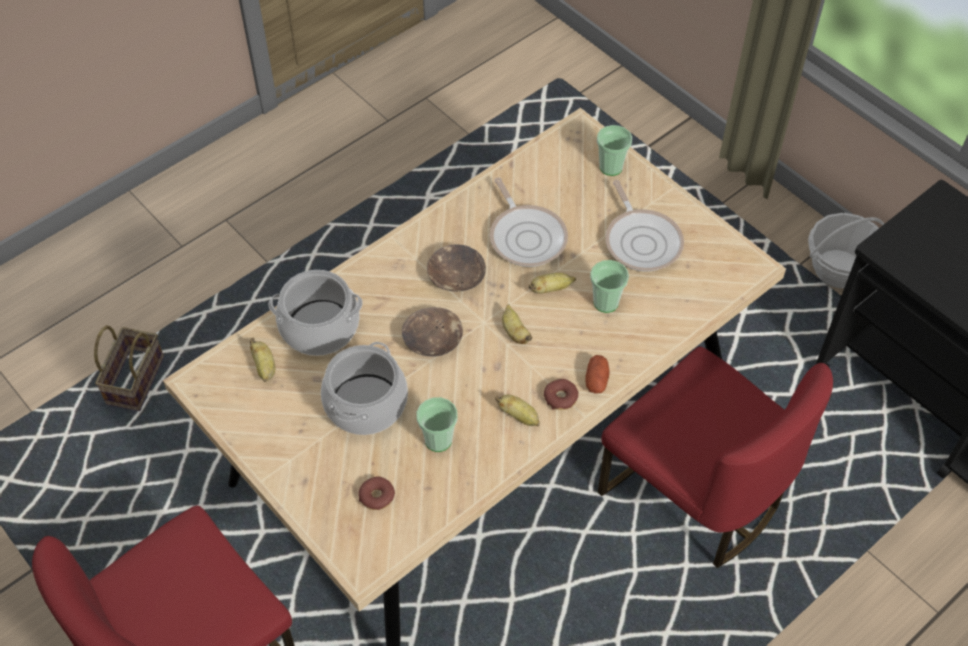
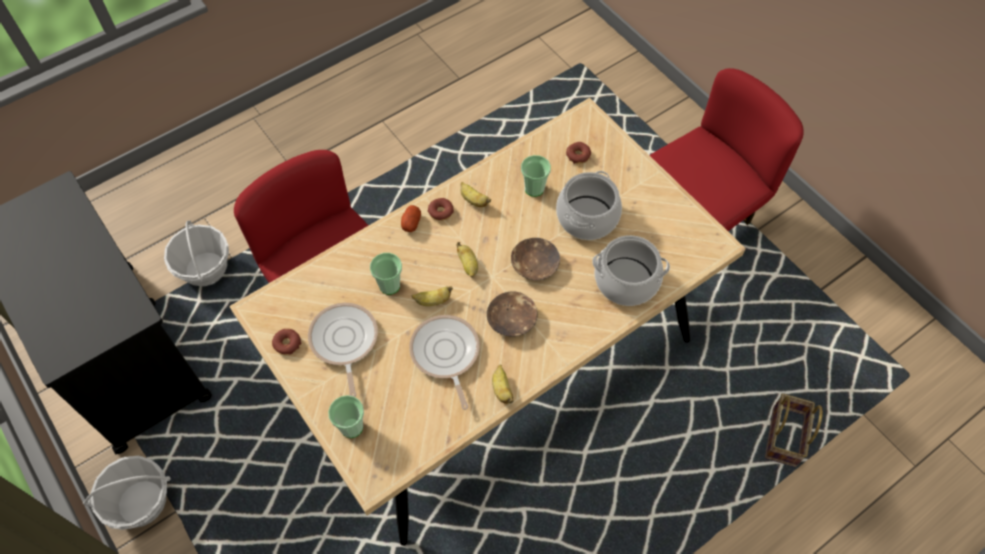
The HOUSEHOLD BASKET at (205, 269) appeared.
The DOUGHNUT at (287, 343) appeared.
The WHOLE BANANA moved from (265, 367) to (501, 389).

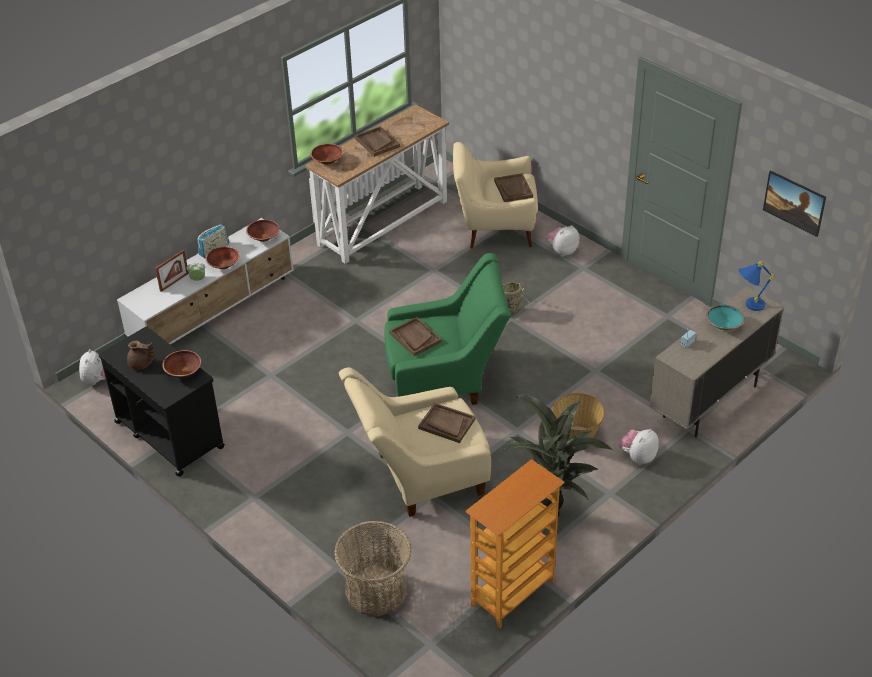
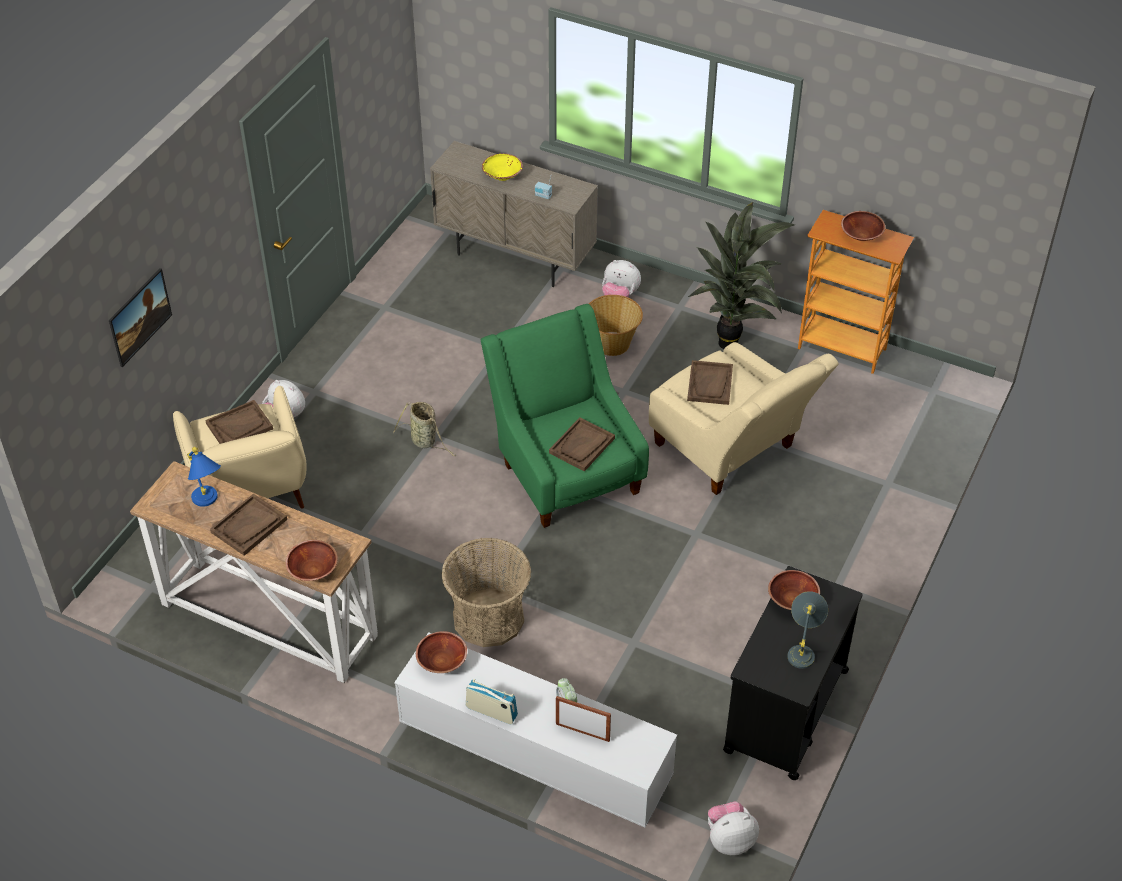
The PICTURE moved from (792, 212) to (143, 328).
The BLUISH LAMP FOR A TABLE moved from (748, 305) to (208, 503).
The HOUSEHOLD BASKET moved from (376, 591) to (488, 618).
The BLUE-GREEN BOWL at (723, 325) became the YELLOWISH BOWL at (502, 175).
The BROWN-COLOURED TEAPOT at (141, 364) was replaced by the GREY LAMP FOR A TABLE at (803, 649).
The BROWN-COLOURED BOWL moved from (224, 265) to (861, 235).

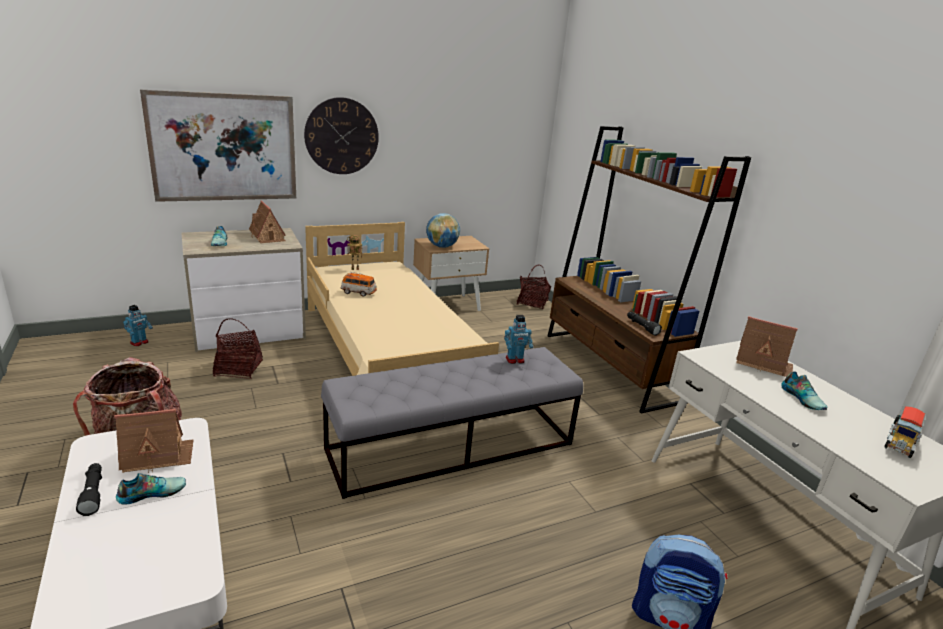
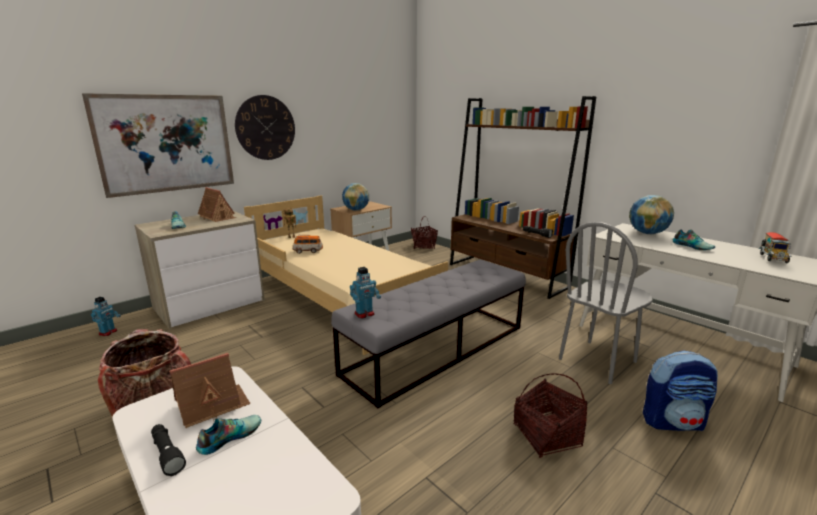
The TOY ROBOT moved from (515, 360) to (364, 314).
The HOUSEHOLD BASKET moved from (238, 368) to (546, 435).
The GREY UPRIGHT CHAIR at (598, 361) appeared.
The MODEL HOUSE at (763, 363) was replaced by the WORLD GLOBE at (647, 233).

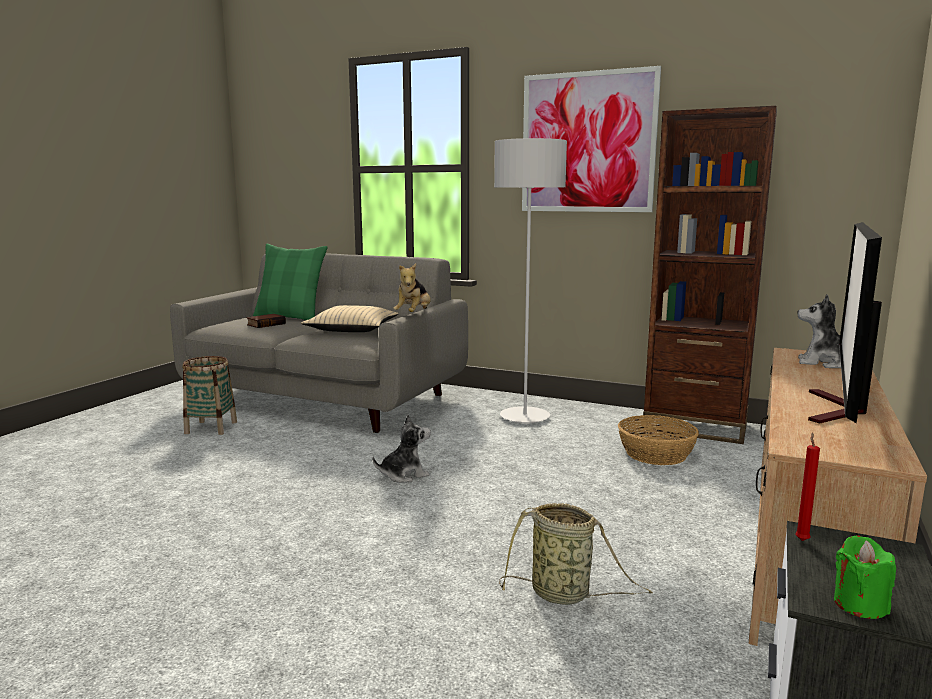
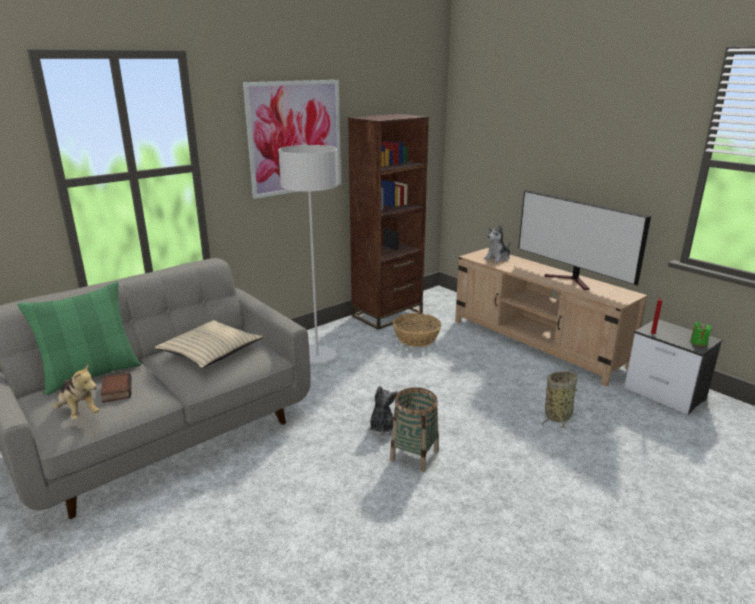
The PLUSH TOY moved from (414, 314) to (79, 412).
The HOUSEHOLD BASKET moved from (211, 428) to (414, 455).

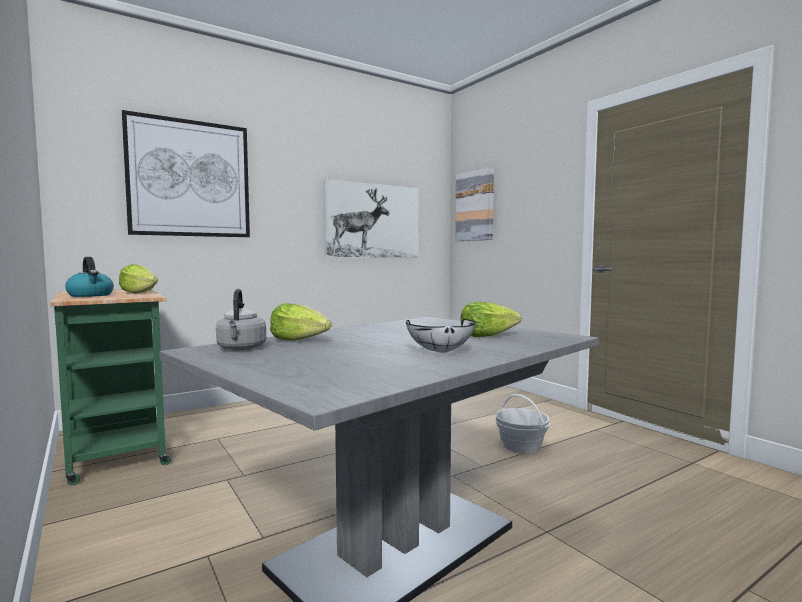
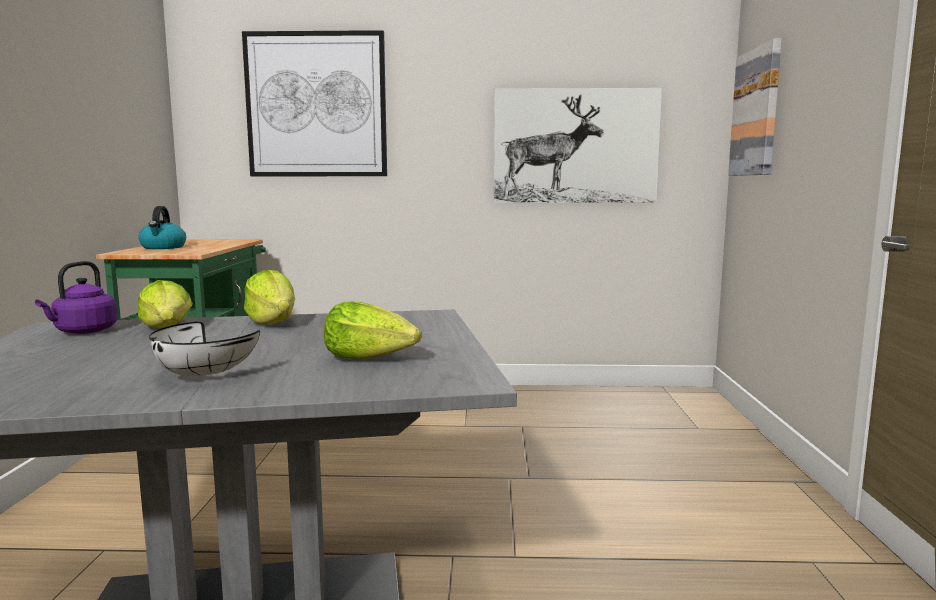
The GREY WATER KETTLE at (241, 349) became the PURPLE WATER KETTLE at (83, 331).
The HEAD OF LETTUCE moved from (139, 293) to (272, 322).
The HOUSEHOLD BASKET at (521, 446) disappeared.

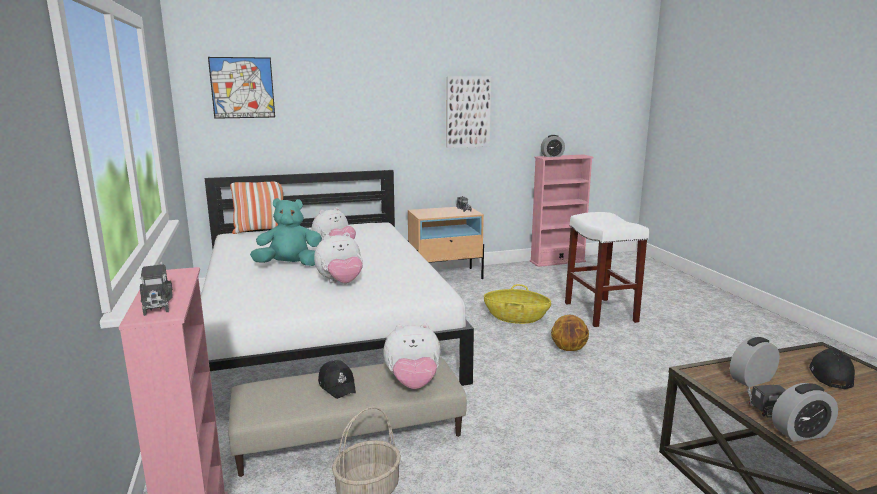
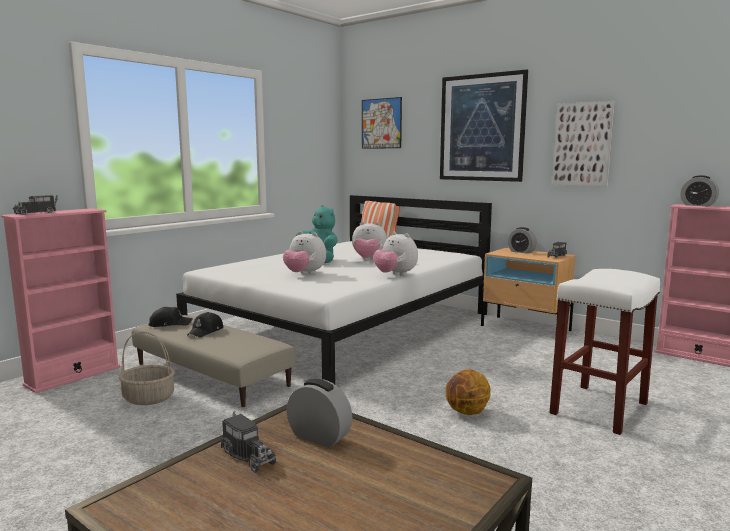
The BLACKISH CAP moved from (829, 375) to (170, 324).
The PLUSH TOY moved from (413, 383) to (395, 275).
The PICTURE at (481, 128) appeared.
The TABLE CLOCK moved from (800, 433) to (521, 252).
The HOUSEHOLD BASKET at (516, 317) disappeared.

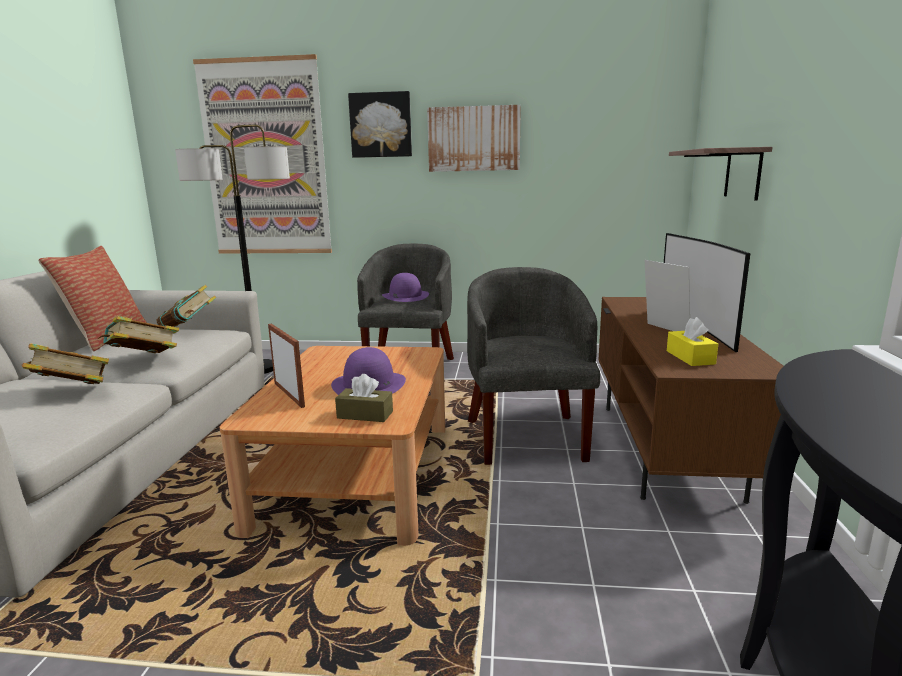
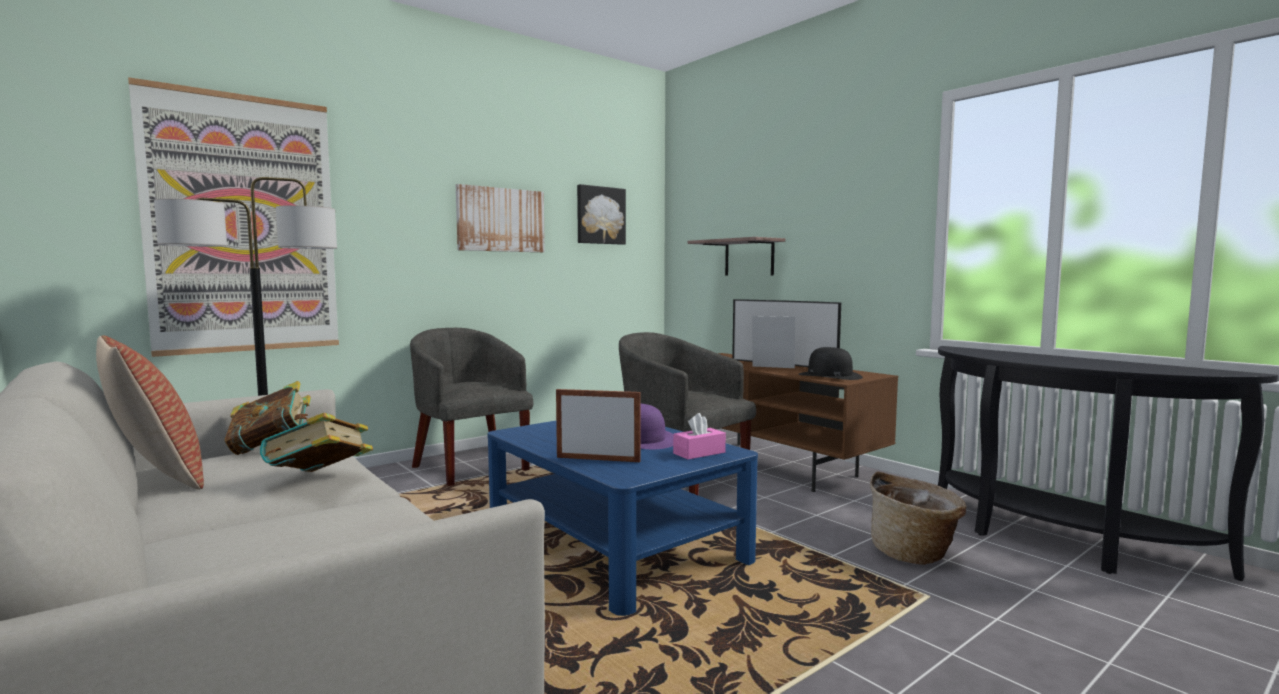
The BROWN-COLOURED LOUNGE TABLE at (356, 474) became the BLUISH LOUNGE TABLE at (614, 544).
The PICTURE moved from (381, 125) to (600, 215).
The BROWN-COLOURED TISSUE BOX at (365, 415) became the PINKISH TISSUE BOX at (699, 453).
The YELLOWISH TISSUE BOX at (690, 357) was replaced by the BLACKISH WEARABLE HAT at (829, 375).
The HOUSEHOLD BASKET at (914, 554) appeared.
The BOOK at (72, 393) disappeared.
The PURPLE WEARABLE HAT at (405, 296) disappeared.

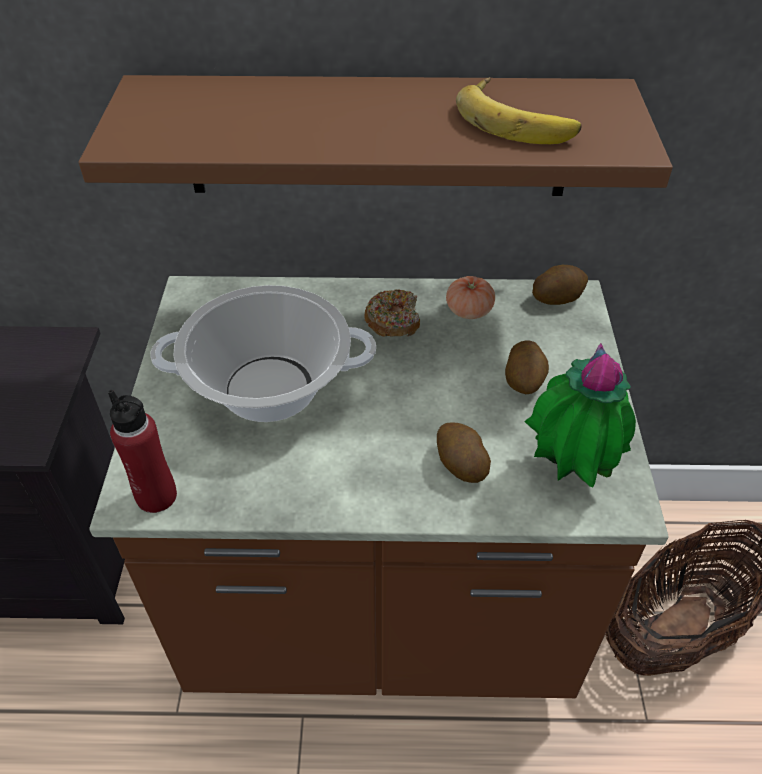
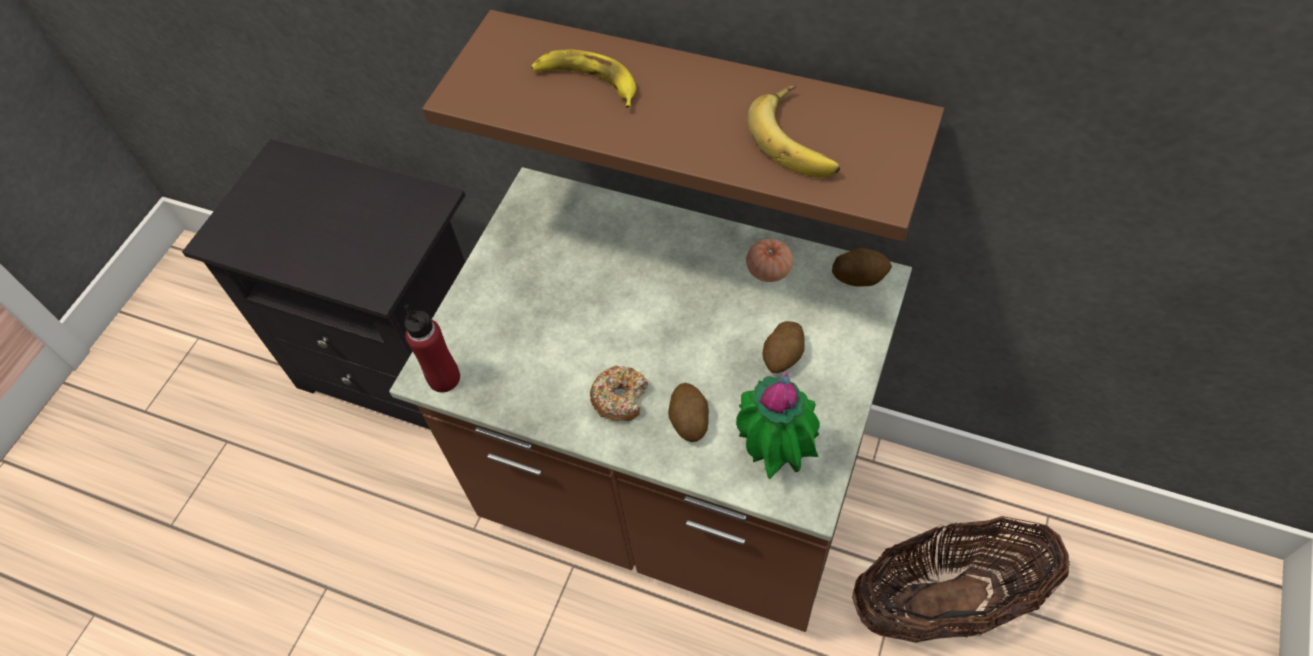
The WHOLE BANANA at (587, 82) appeared.
The DOUGHNUT moved from (393, 321) to (620, 398).
The COOKING POT at (269, 388) disappeared.

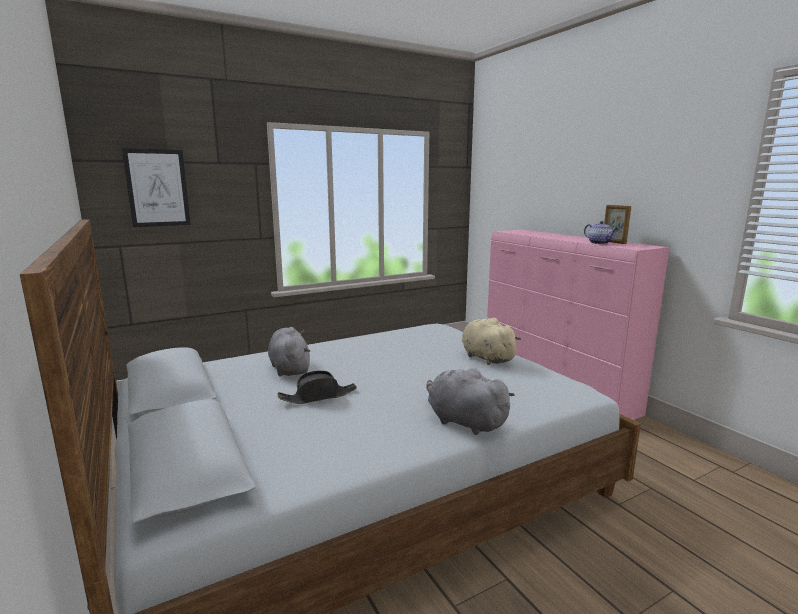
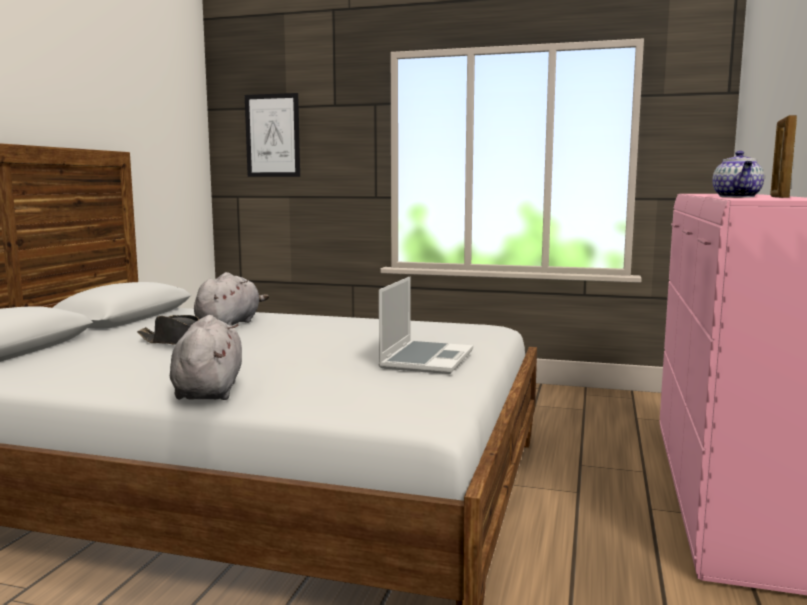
The BEIGE PLUSH TOY at (486, 357) was replaced by the LAPTOP at (426, 359).

